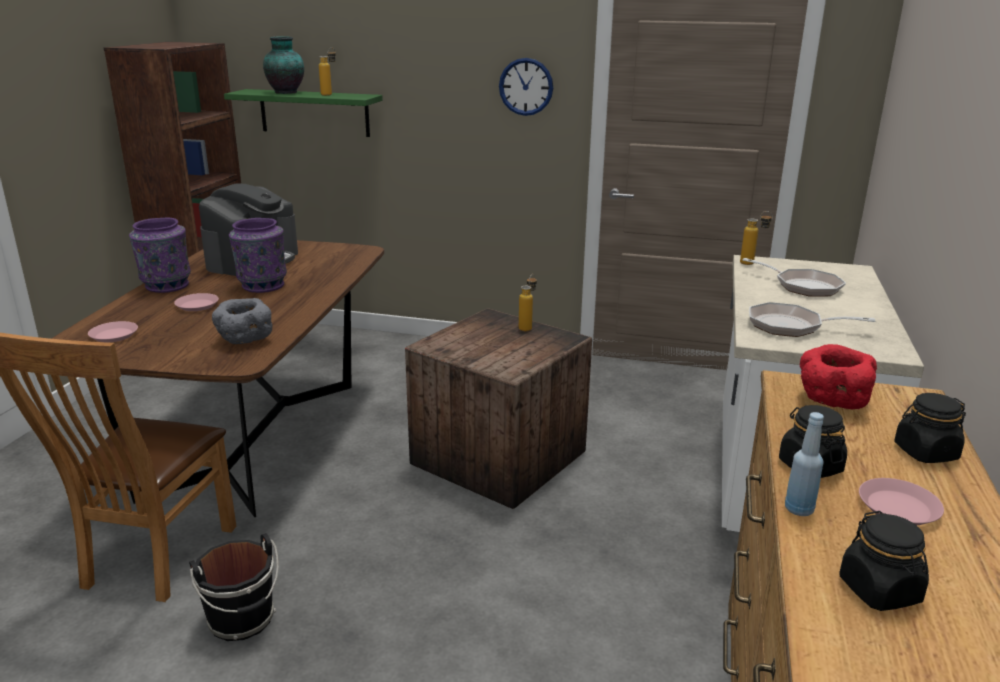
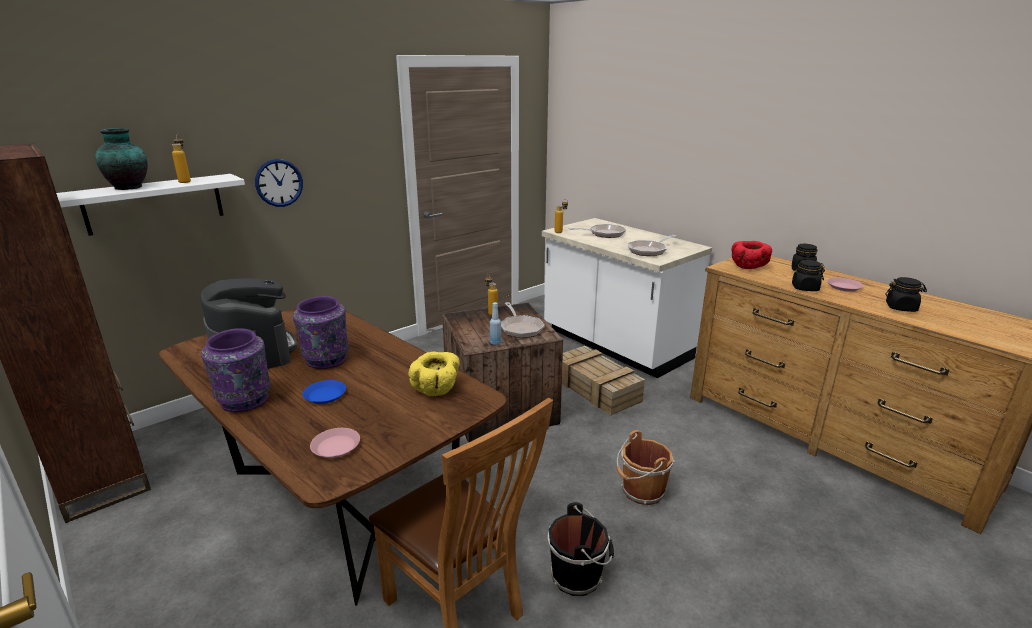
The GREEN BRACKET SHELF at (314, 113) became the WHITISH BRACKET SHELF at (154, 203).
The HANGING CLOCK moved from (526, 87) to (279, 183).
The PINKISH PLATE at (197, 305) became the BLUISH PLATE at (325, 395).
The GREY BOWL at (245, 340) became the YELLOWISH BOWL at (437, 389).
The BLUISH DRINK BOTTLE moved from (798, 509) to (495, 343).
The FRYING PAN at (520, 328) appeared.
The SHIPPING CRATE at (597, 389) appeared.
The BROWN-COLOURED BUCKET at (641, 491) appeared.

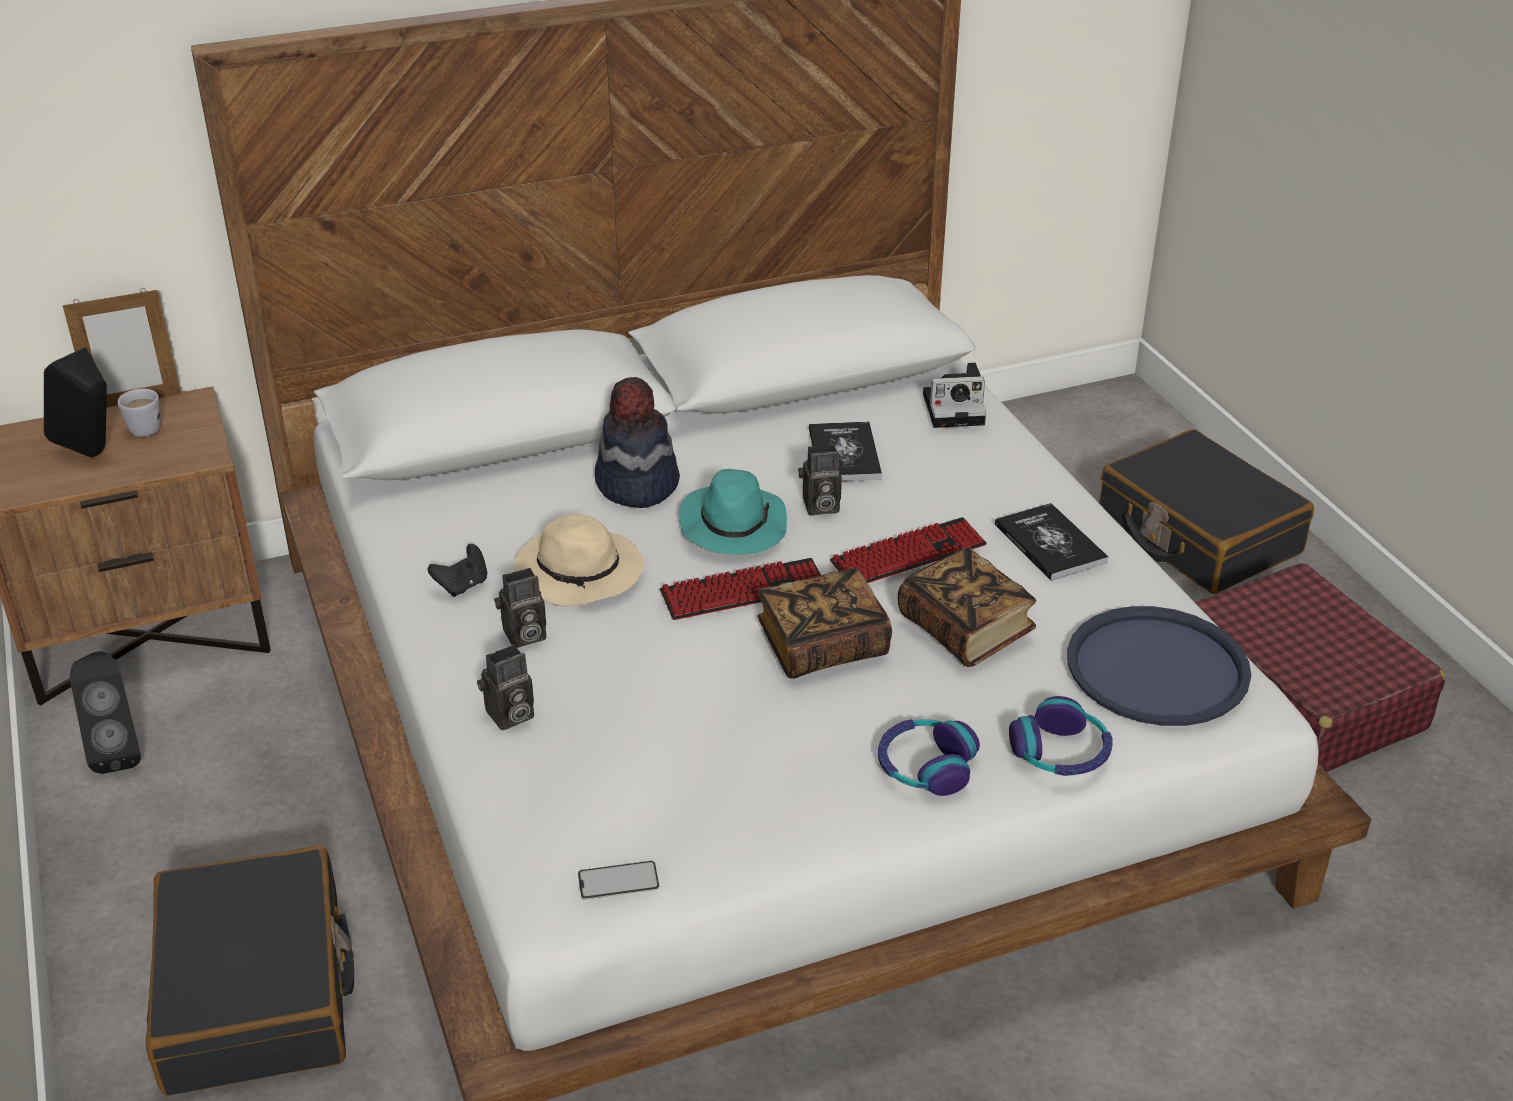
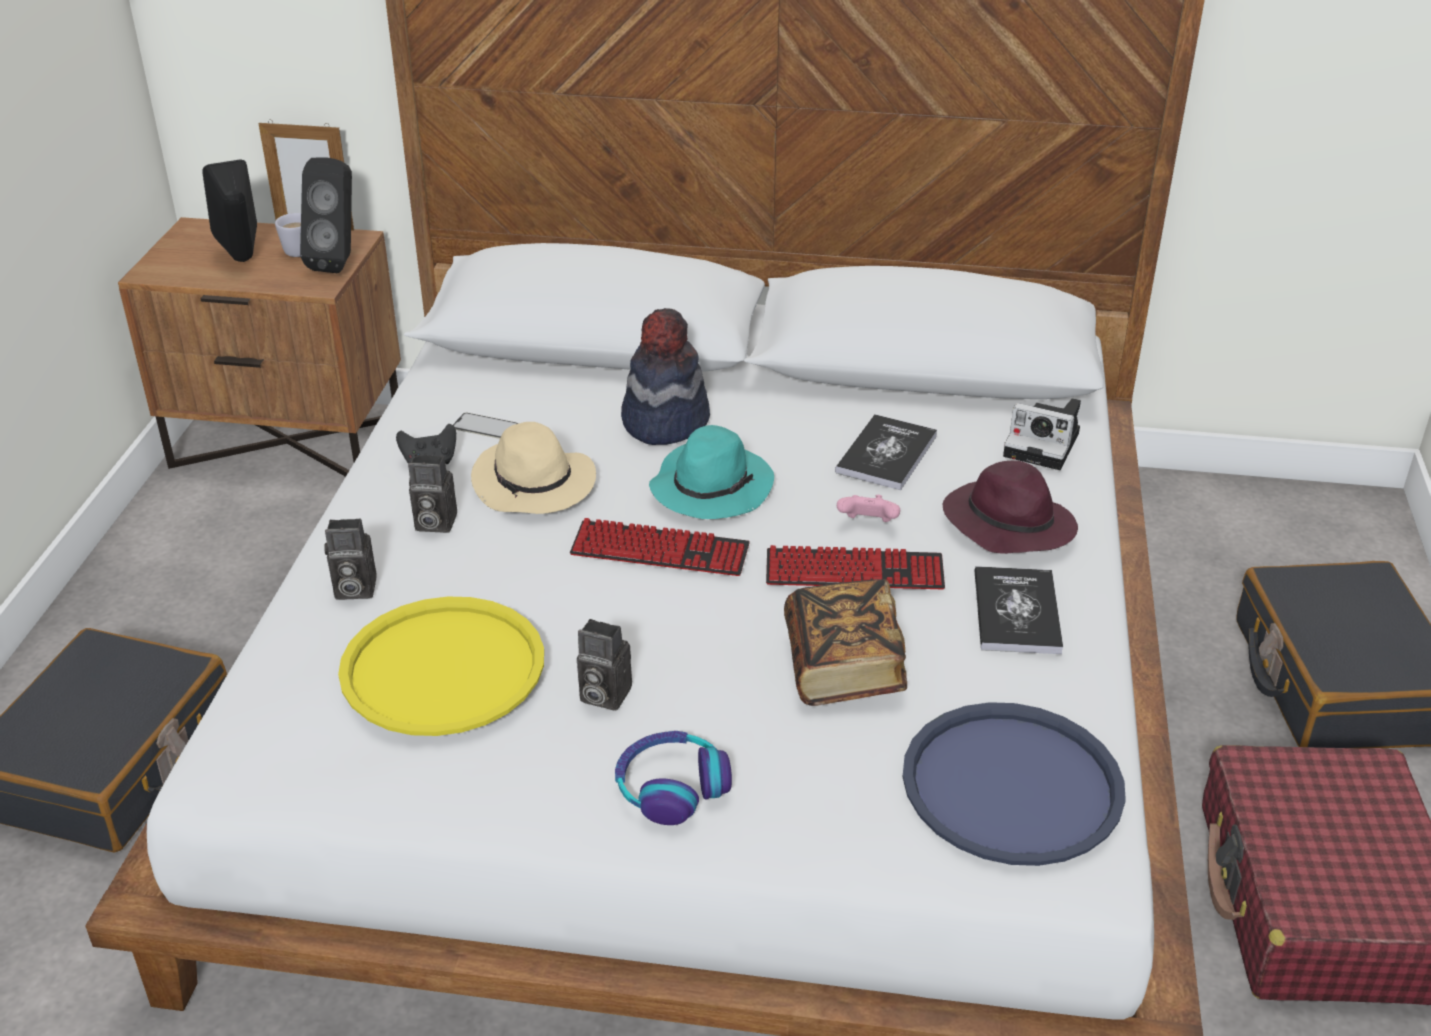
The BLACKISH AUDIO SPEAKER moved from (118, 752) to (339, 262).
The YELLOWISH CARRYING TRAY at (443, 668) appeared.
The HANDSET moved from (618, 881) to (485, 427).
The STILL CAMERA moved from (819, 507) to (602, 695).
The PINKISH GAMEPAD at (868, 524) appeared.
The PURPLE WEARABLE HAT at (1006, 524) appeared.
The BOOK at (822, 645) disappeared.
The HEADSET at (1060, 753) disappeared.

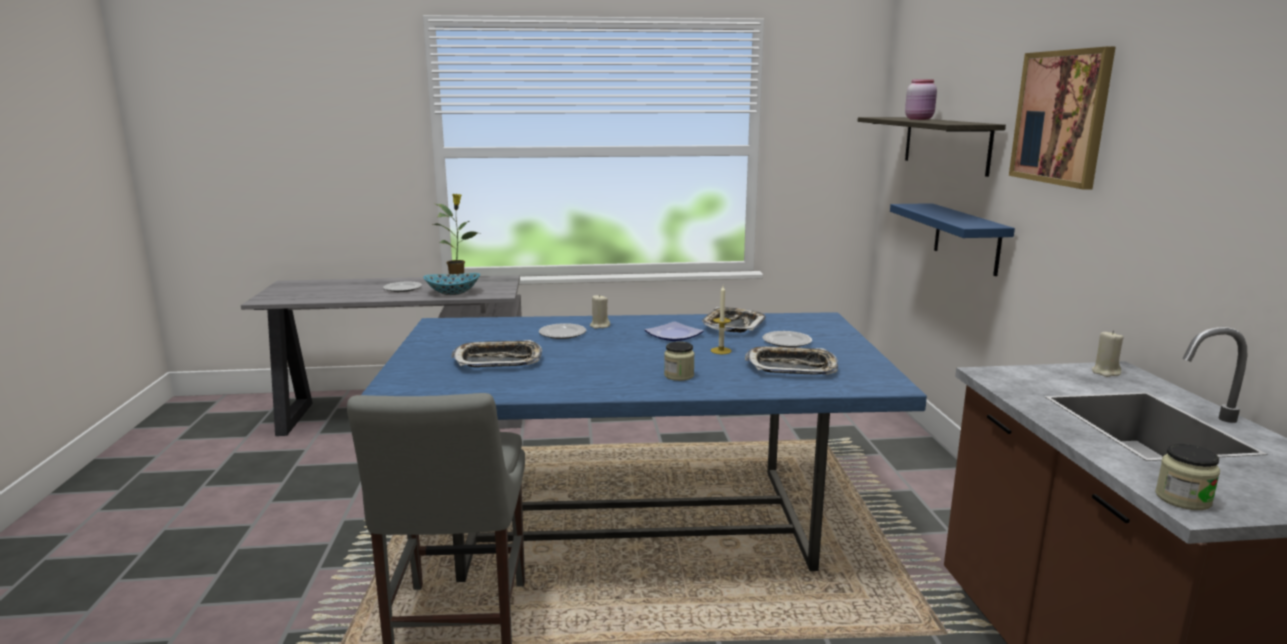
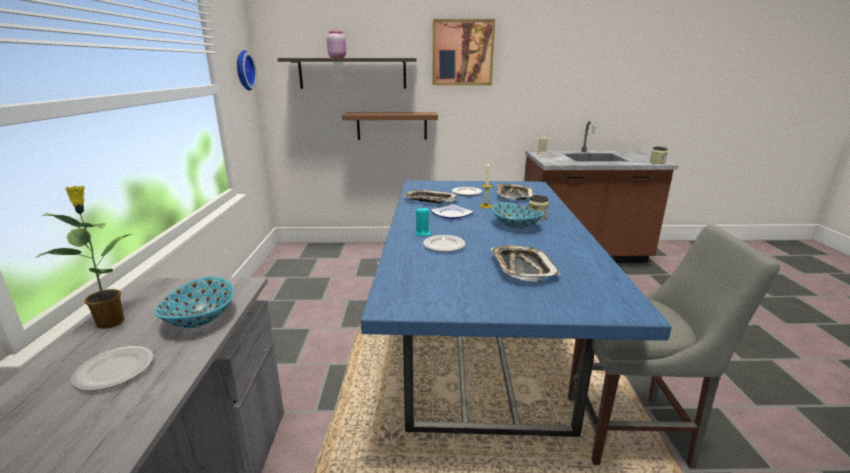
The HANGING CLOCK at (243, 70) appeared.
The BLUISH BRACKET SHELF at (966, 238) became the BROWN-COLOURED BRACKET SHELF at (392, 126).
The BEIGE WAX LIGHT at (599, 326) became the BLUE-GREEN WAX LIGHT at (422, 233).
The BOWL at (516, 225) appeared.

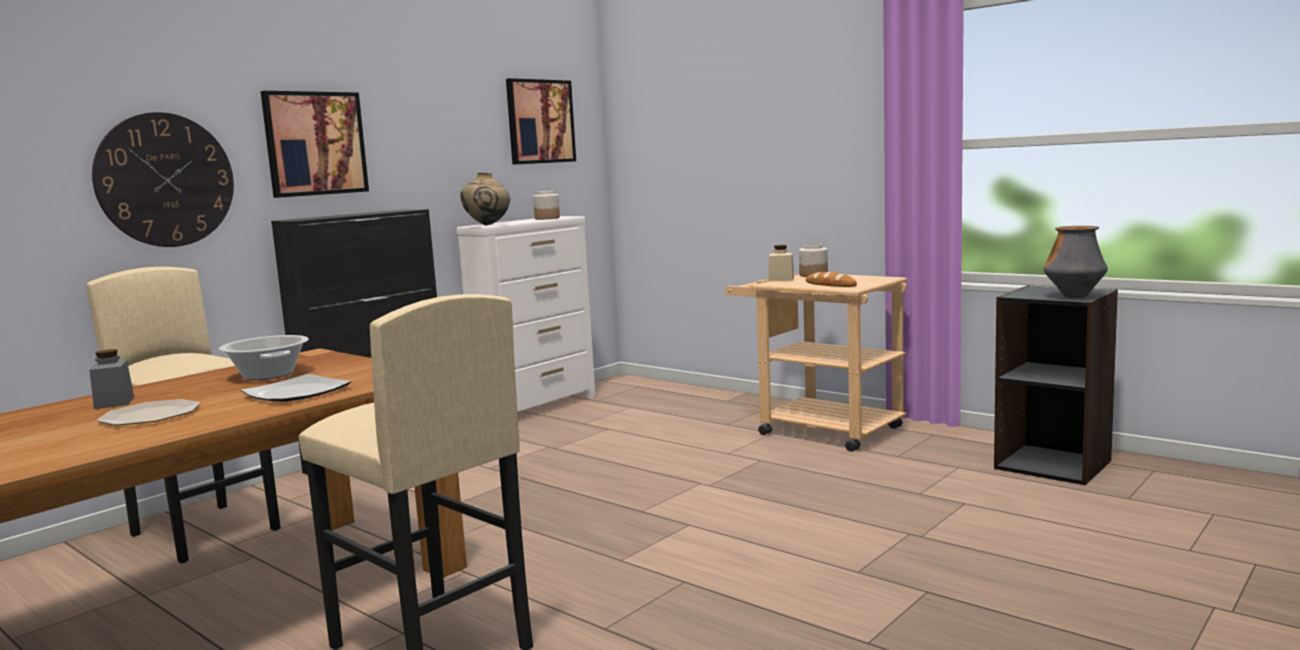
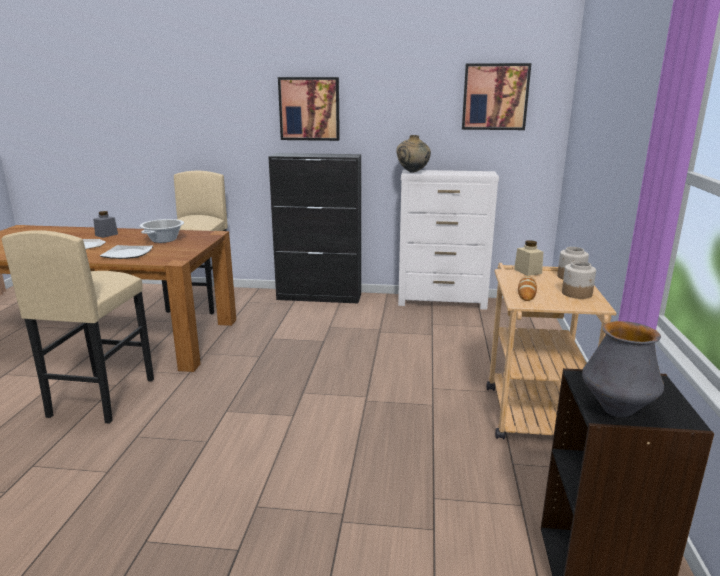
The JAR moved from (547, 218) to (577, 293).
The HANGING CLOCK at (165, 180) disappeared.

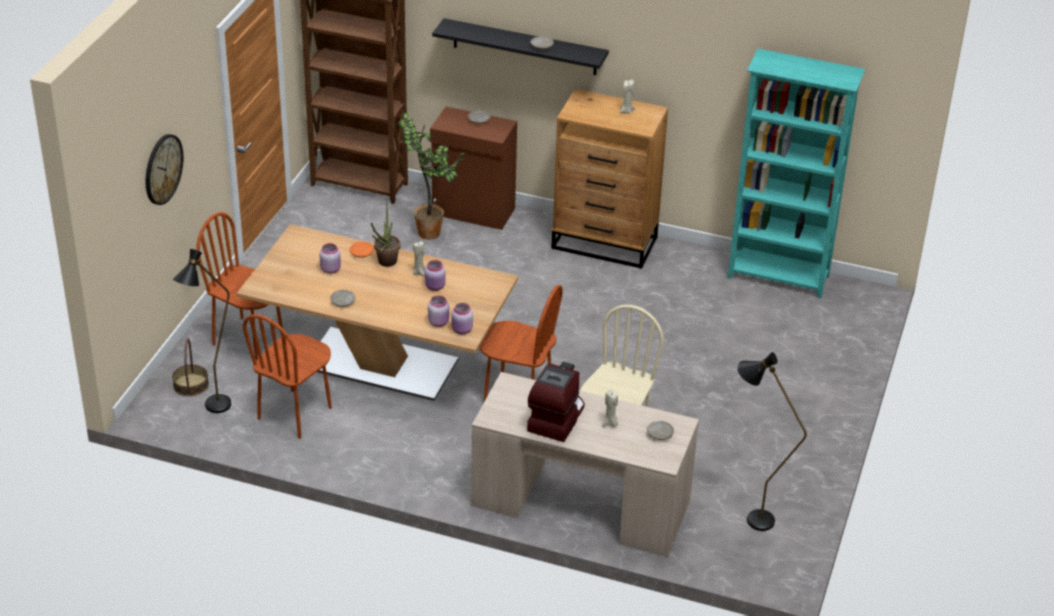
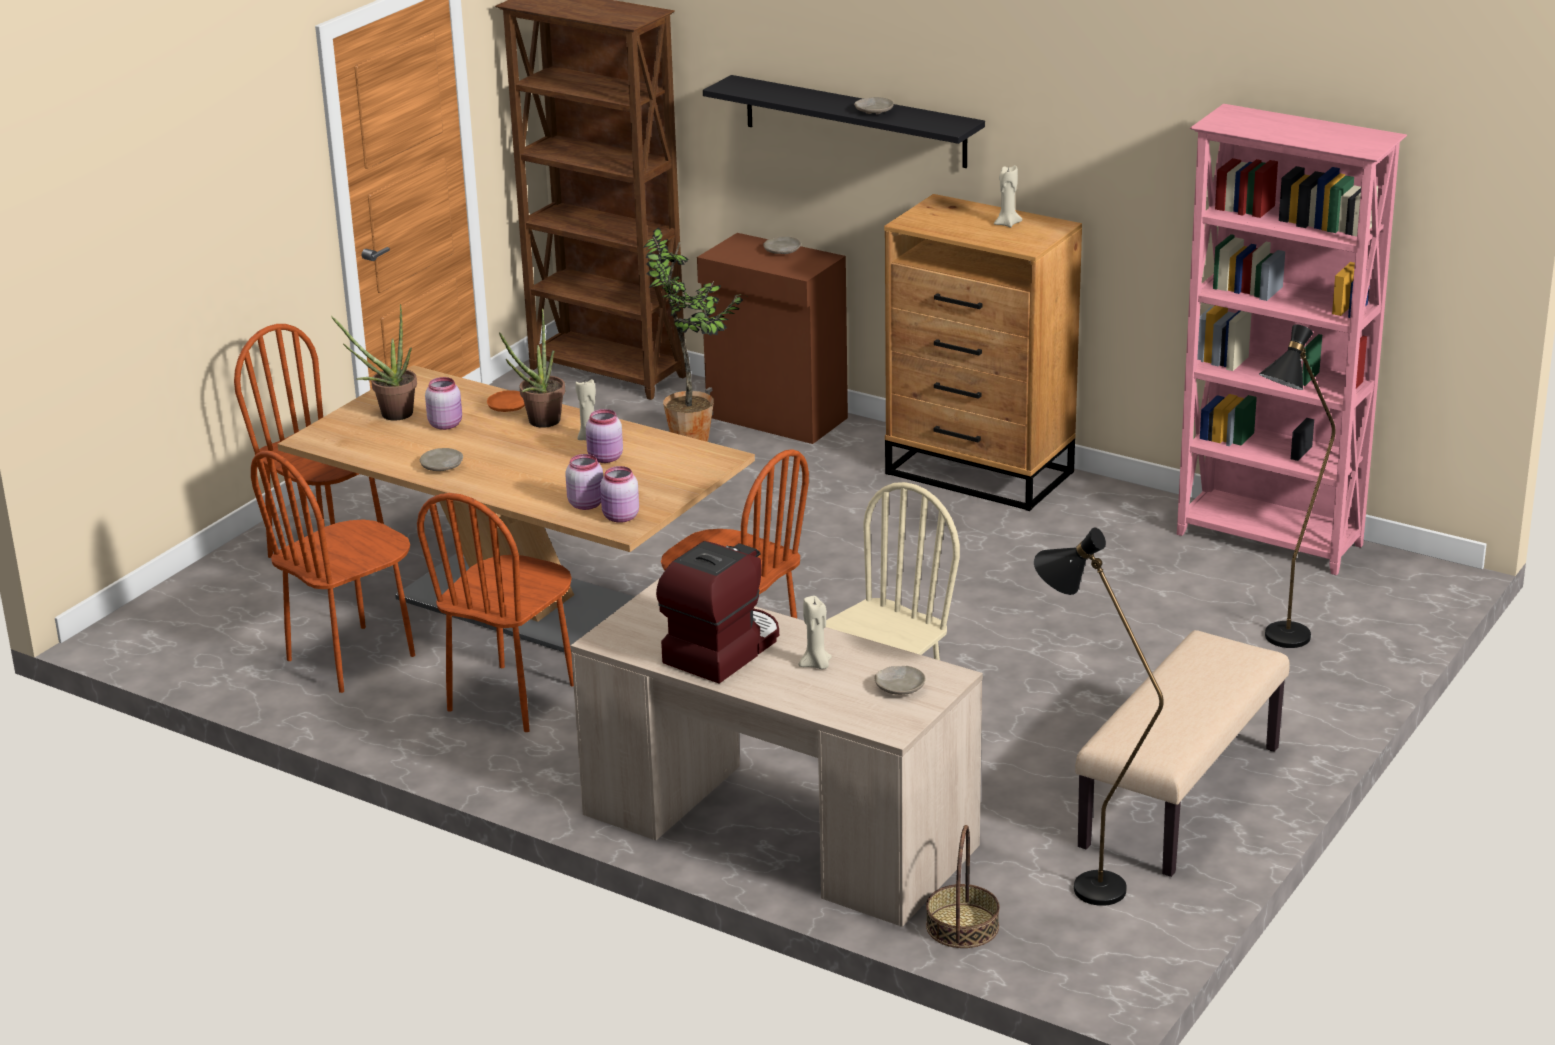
The HOUSEPLANT at (389, 415) appeared.
The BROWN-COLOURED UPRIGHT CHAIR at (512, 698) appeared.
The HOUSEHOLD BASKET moved from (191, 385) to (962, 926).
The BEIGE INDOOR BENCH at (1181, 798) appeared.
The BLUE-GREEN SHELVING UNIT at (779, 278) became the PINKISH SHELVING UNIT at (1270, 541).
The BLACKISH STANDING LAMP moved from (212, 410) to (1279, 644).
The HANGING CLOCK at (162, 169) disappeared.

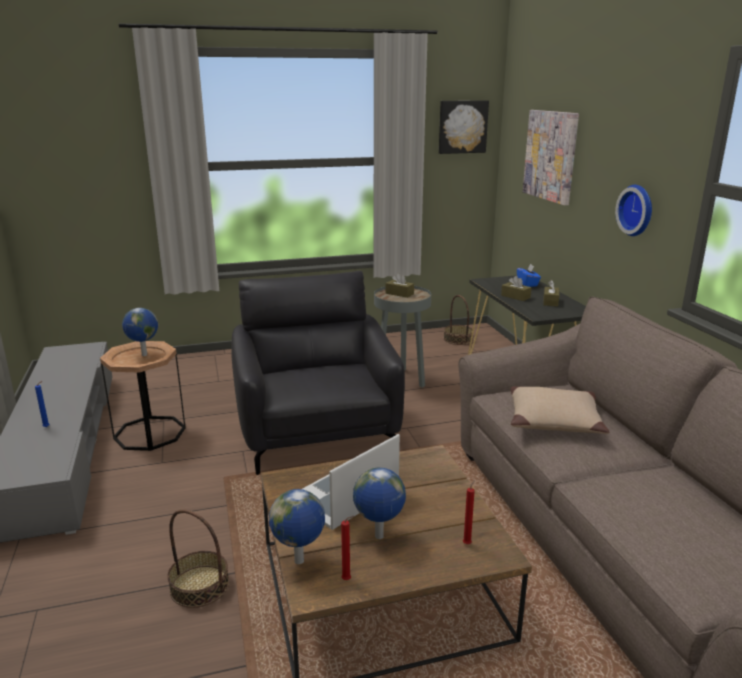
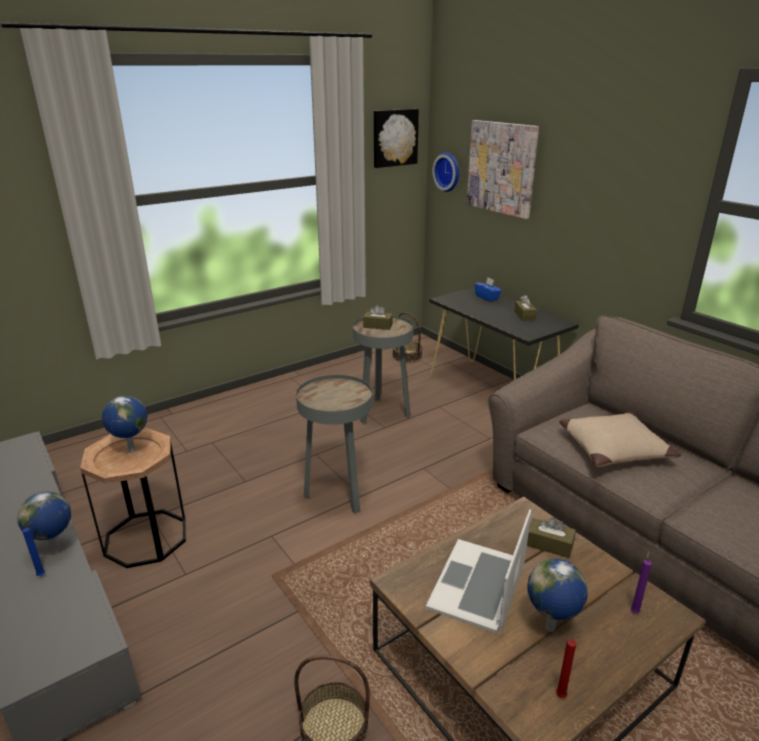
The WORLD GLOBE moved from (300, 561) to (56, 550).
The BLACKISH ARMCHAIR at (317, 433) was replaced by the GREY SIDE TABLE at (338, 494).
The HANGING CLOCK moved from (637, 210) to (448, 172).
The BROWN-COLOURED TISSUE BOX moved from (515, 296) to (549, 544).
The RED WAX LIGHT at (467, 543) became the PURPLE WAX LIGHT at (634, 611).

